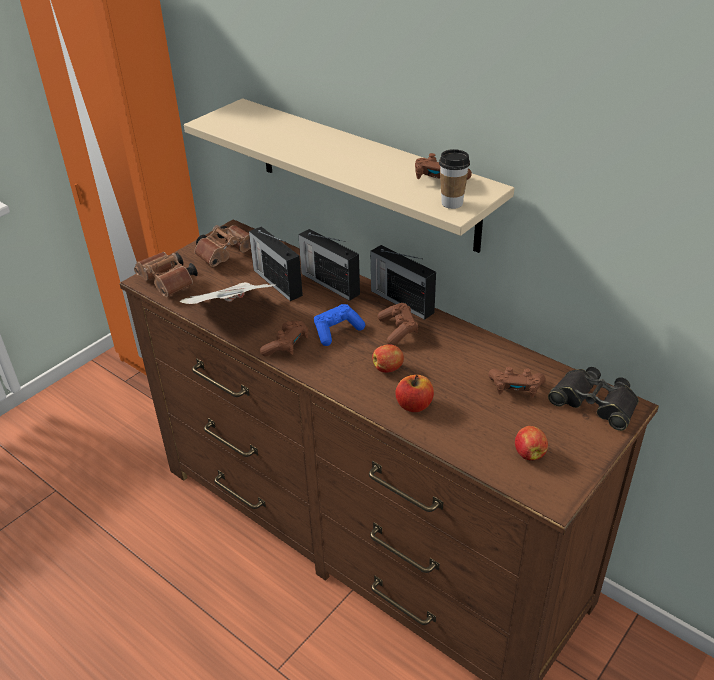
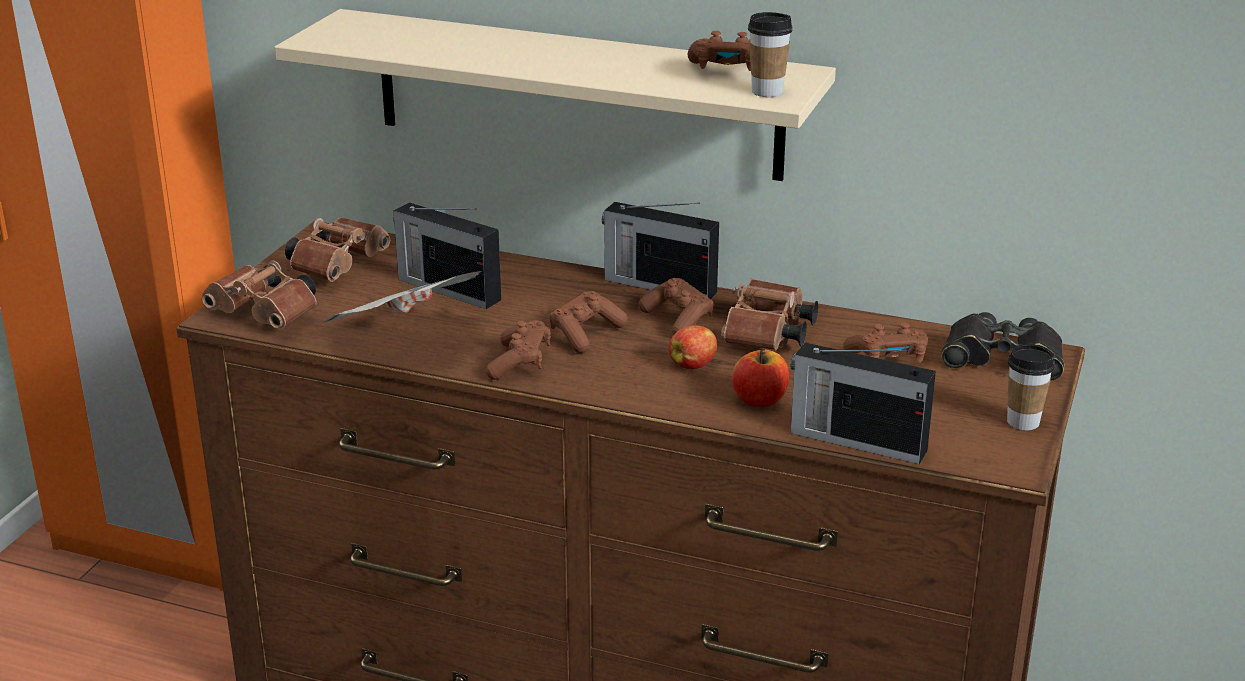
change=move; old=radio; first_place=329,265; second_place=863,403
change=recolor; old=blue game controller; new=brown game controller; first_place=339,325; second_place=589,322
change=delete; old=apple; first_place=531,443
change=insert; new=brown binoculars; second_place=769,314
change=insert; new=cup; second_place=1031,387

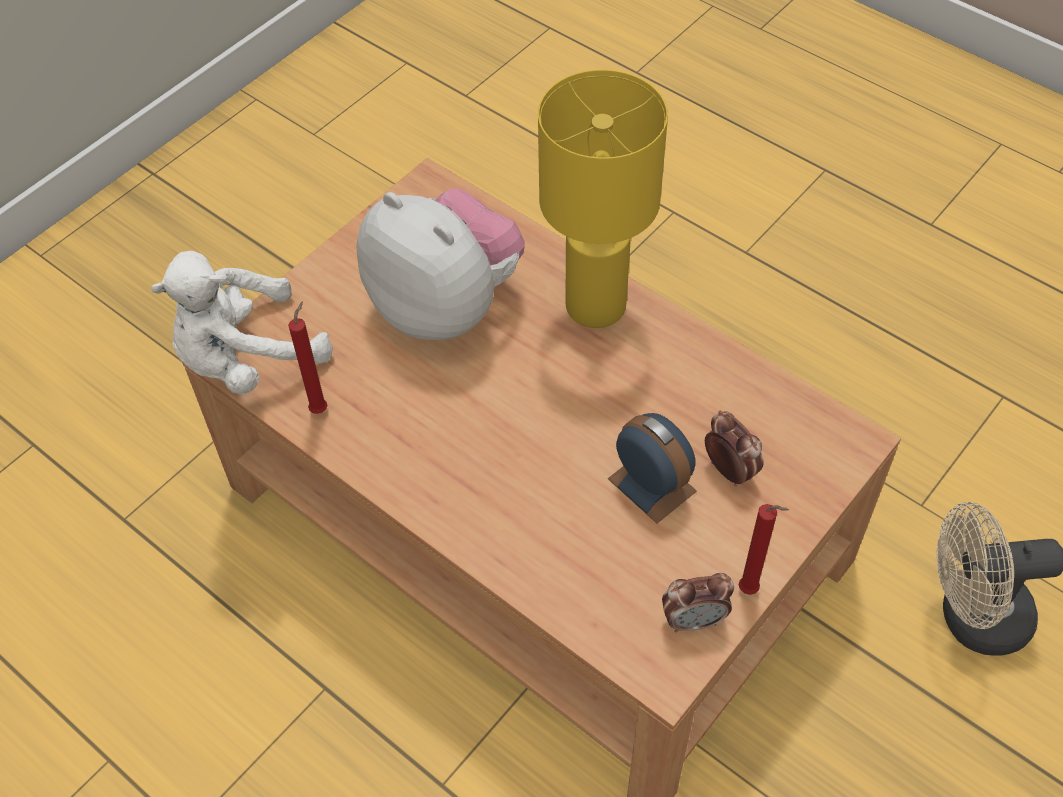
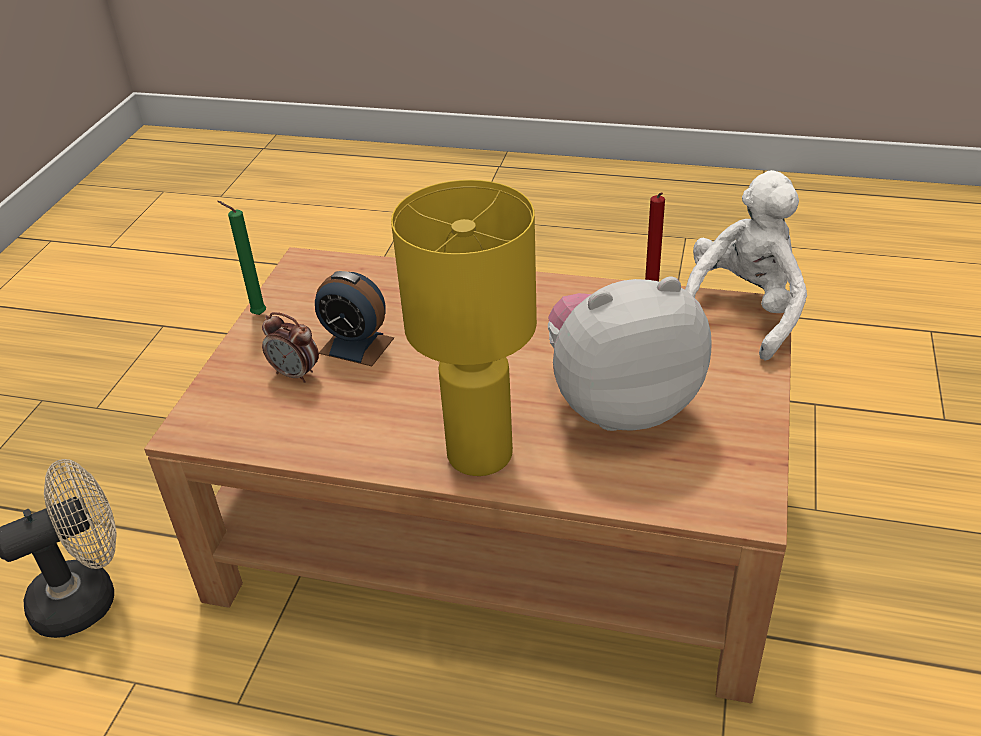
change=rotate; old=plush toy; first_place=440,264; second_place=629,353; degrees=150
change=recolor; old=red candle; new=green candle; first_place=764,549; second_place=242,258
change=delete; old=alarm clock; first_place=698,602

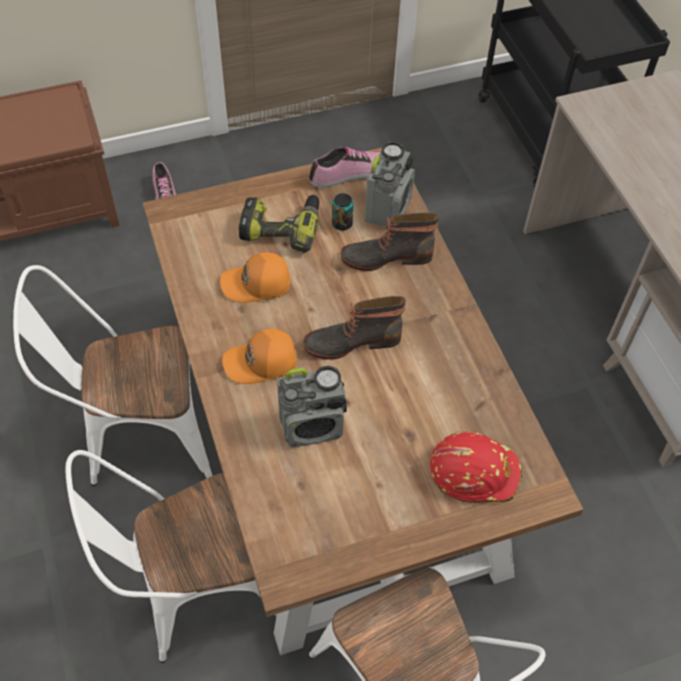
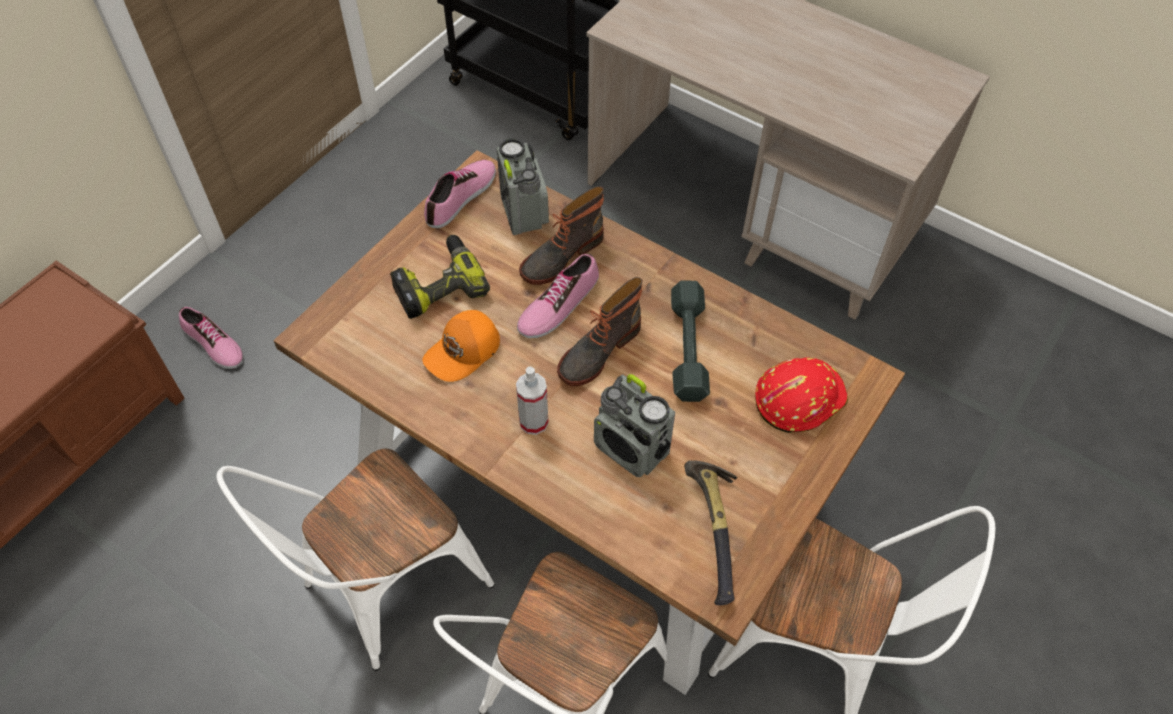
change=delete; old=can; first_place=343,211
change=replace; old=orange cap; new=spray bottle; first_place=259,356; second_place=532,400
change=rotate; old=radio; first_place=312,406; second_place=634,425; degrees=90
change=insert; new=shoe; second_place=558,295
change=insert; new=grey dumbbell; second_place=690,341
change=insert; new=hammer; second_place=711,532

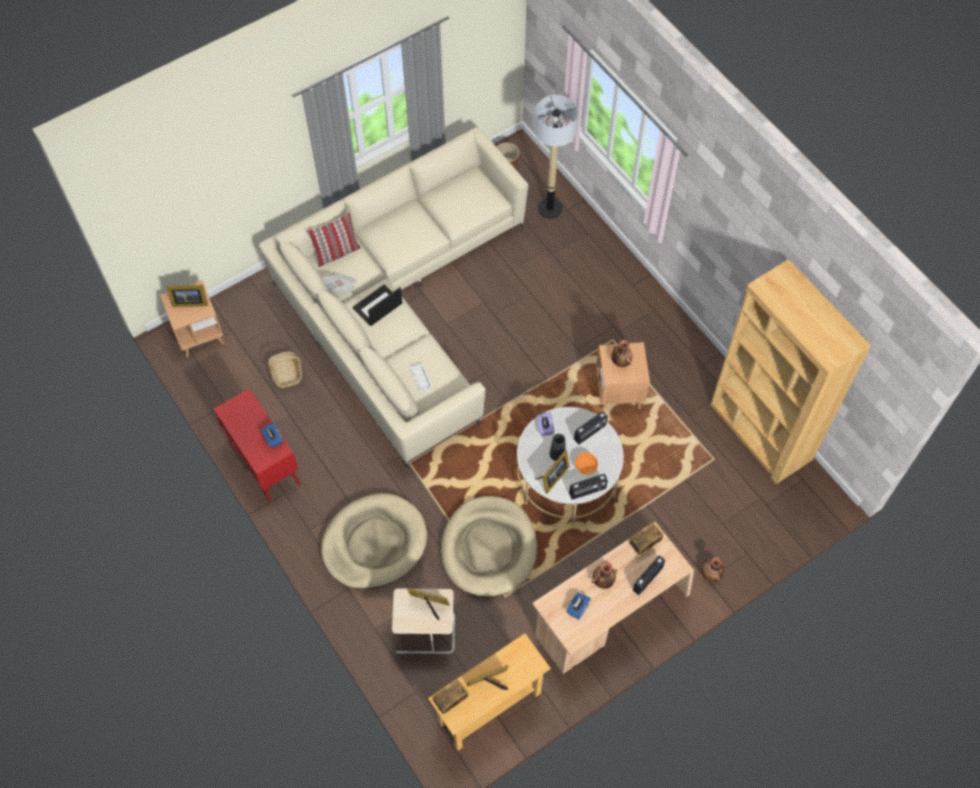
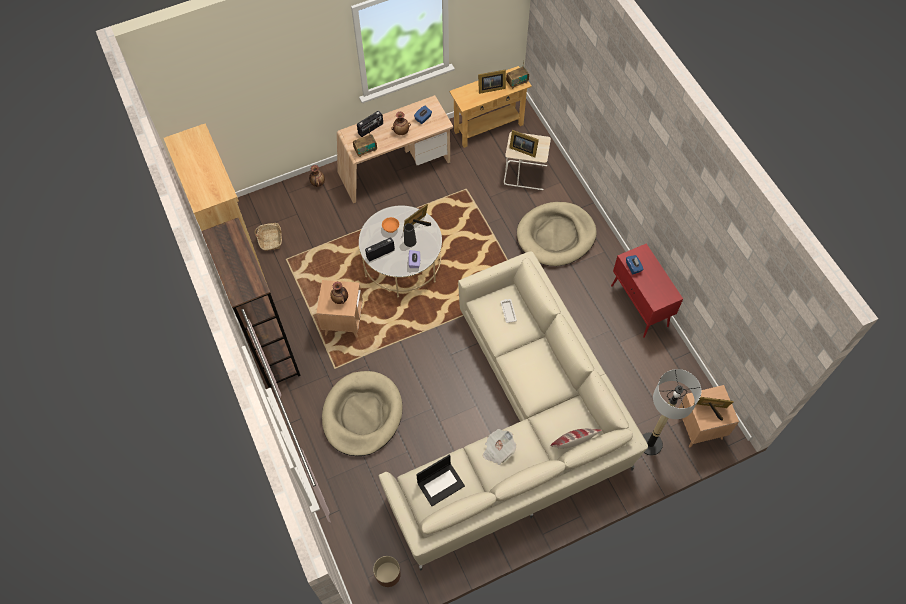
change=move; old=floor lamp; first_place=556,157; second_place=672,412
change=move; old=newspaper; first_place=339,282; second_place=499,447
change=move; old=laptop; first_place=377,305; second_place=440,480
change=move; old=basket; first_place=285,369; second_place=268,237
change=delete; old=radio; first_place=588,487
change=move; old=beige dog bed; first_place=489,546; second_place=362,413
change=insert; new=brown bookcase; second_place=251,303

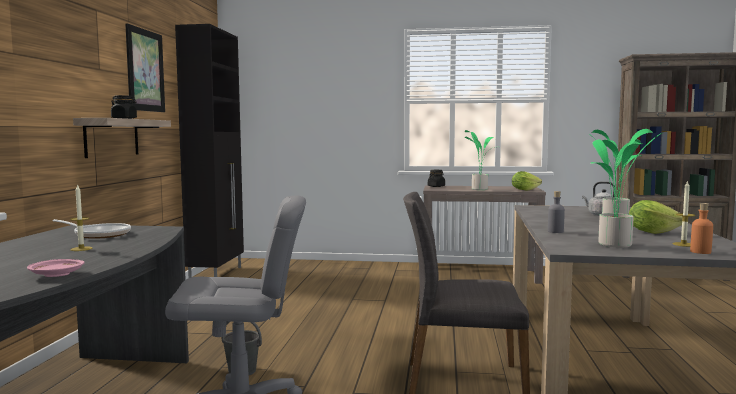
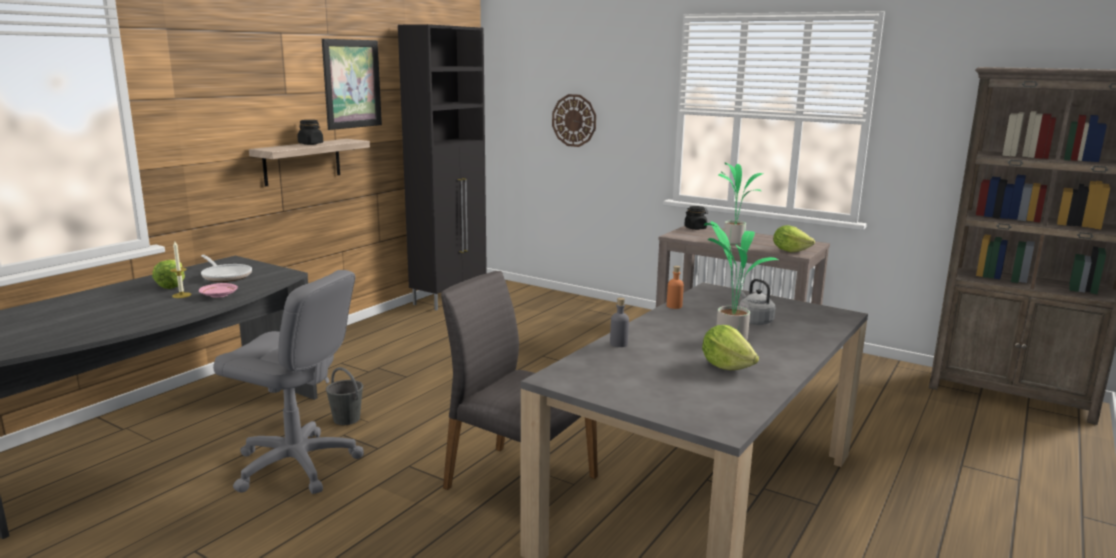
change=delete; old=potted plant; first_place=627,188
change=delete; old=candle; first_place=683,213
change=move; old=orange bottle; first_place=701,228; second_place=675,287
change=move; old=pink plate; first_place=55,268; second_place=218,290
change=insert; new=wall clock; second_place=574,120
change=insert; new=lettuce; second_place=168,274

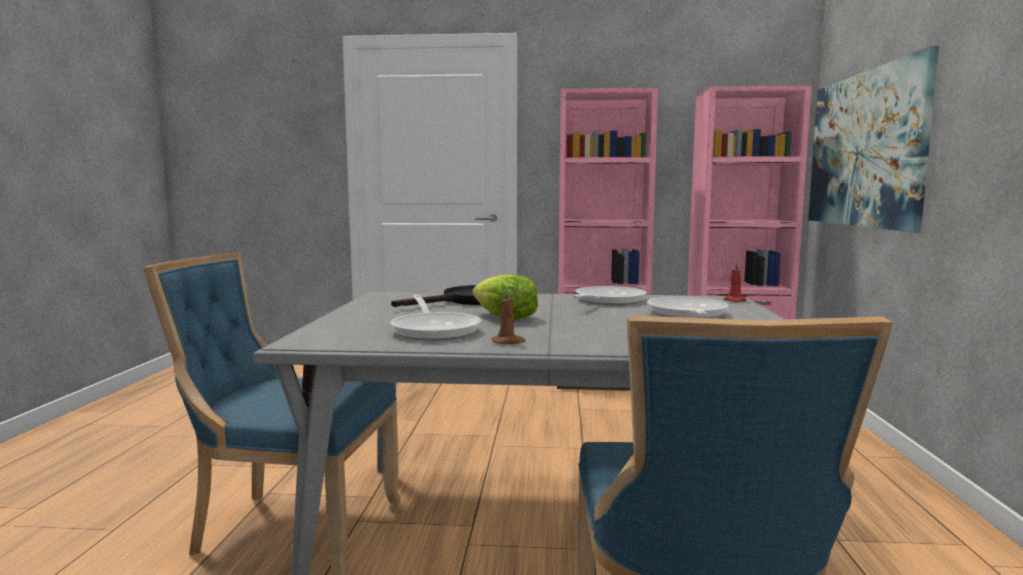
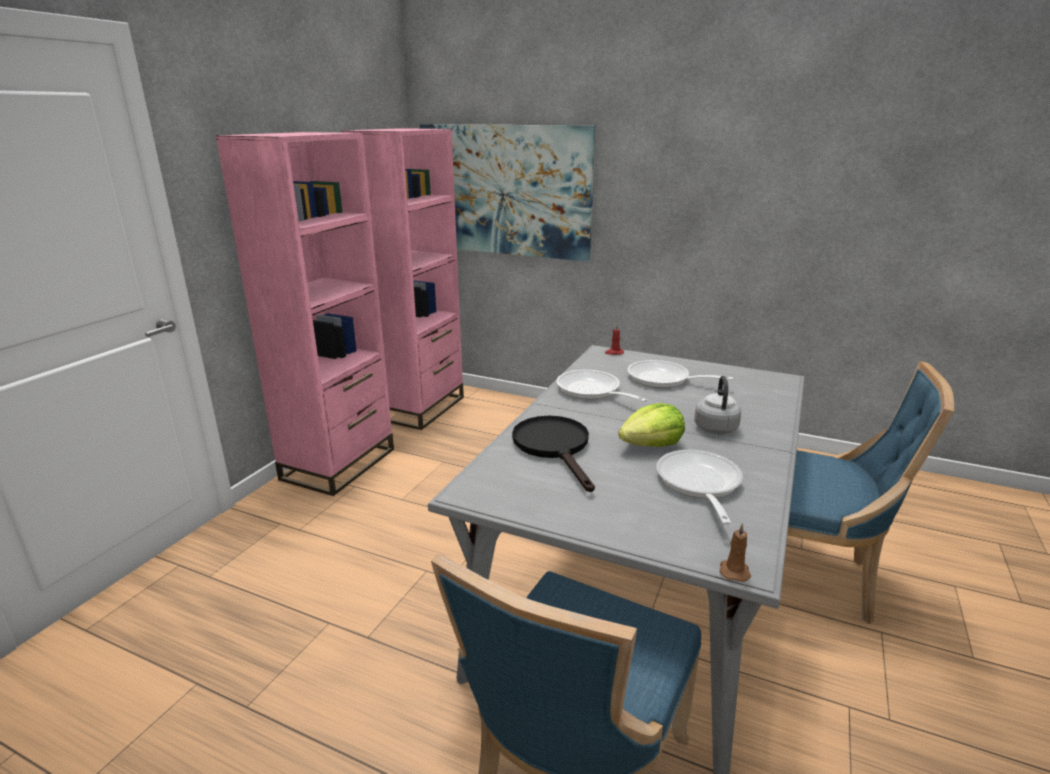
change=move; old=brown candle; first_place=508,316; second_place=735,552
change=rotate; old=frying pan; first_place=435,317; second_place=699,487; degrees=-90
change=insert; new=grey kettle; second_place=717,405

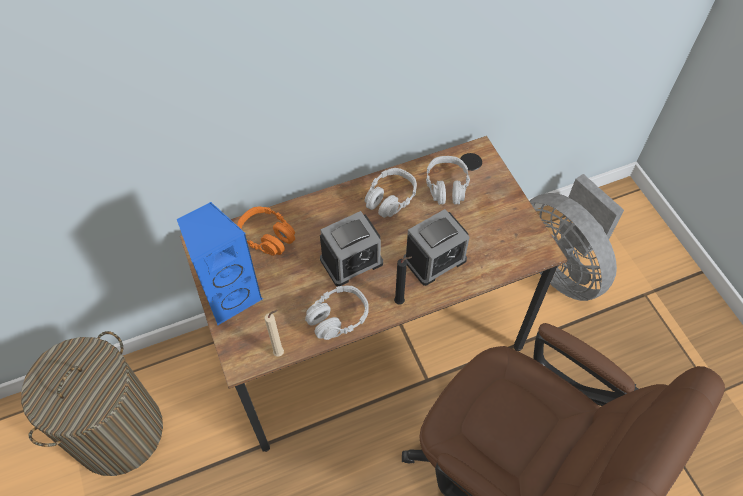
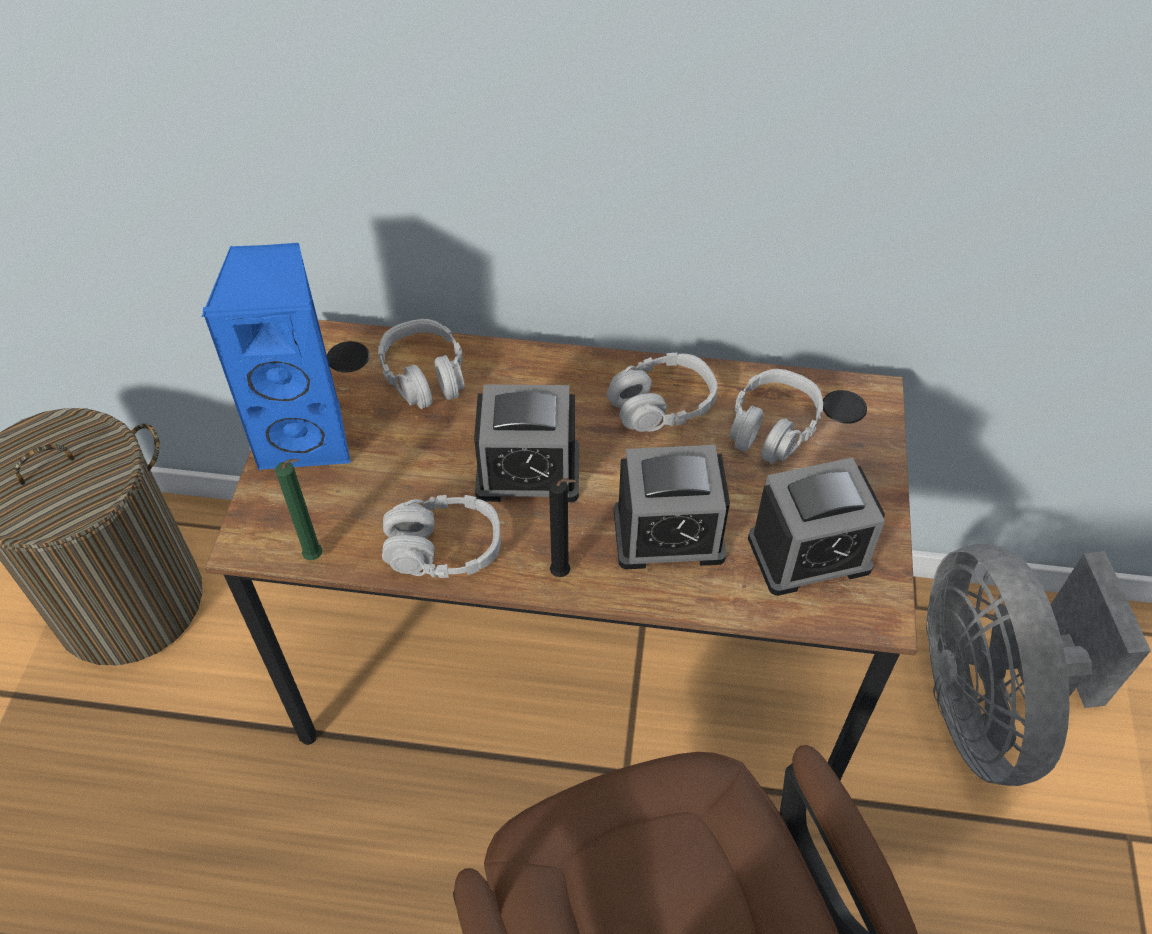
change=recolor; old=orange headphones; new=grey headphones; first_place=266,231; second_place=421,364
change=recolor; old=beige candle; new=green candle; first_place=274,333; second_place=299,509
change=insert; new=alarm clock; second_place=816,526

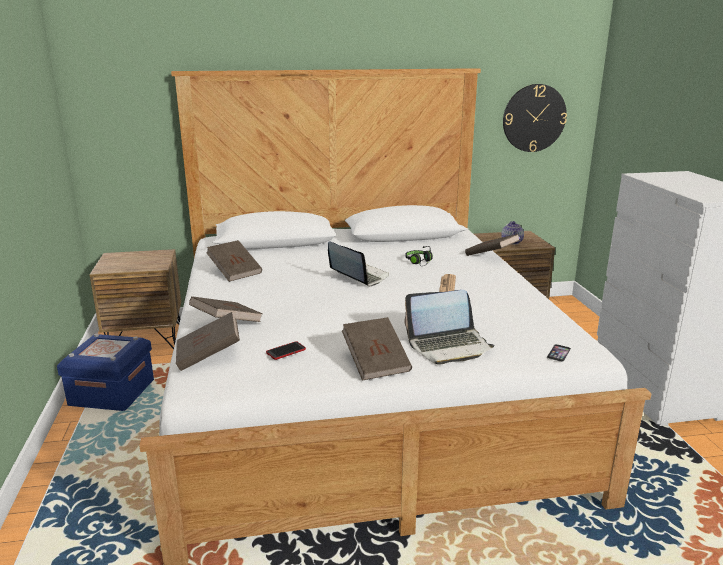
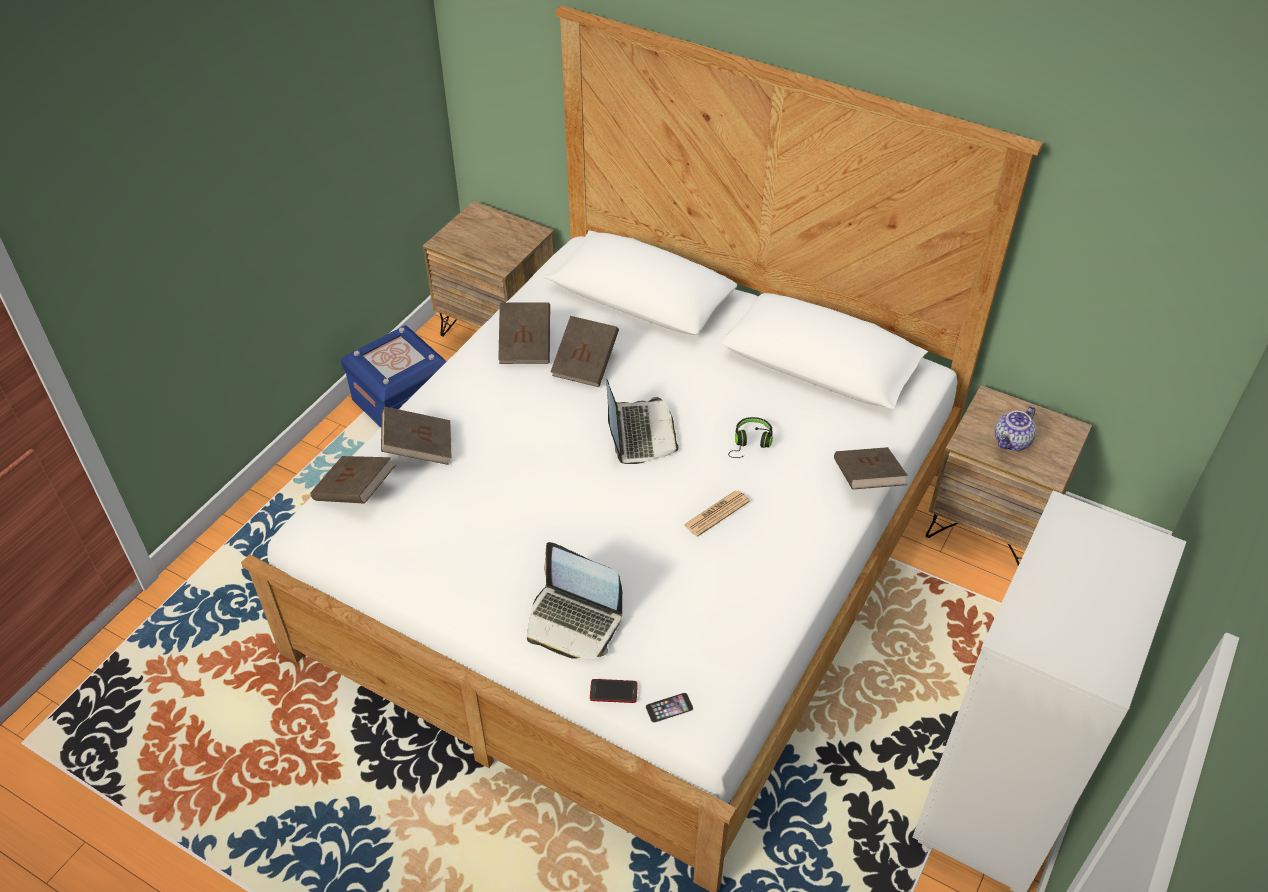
change=delete; old=wall clock; first_place=535,118
change=move; old=brown book; first_place=377,349; second_place=585,351
change=move; old=phone; first_place=286,350; second_place=614,691

